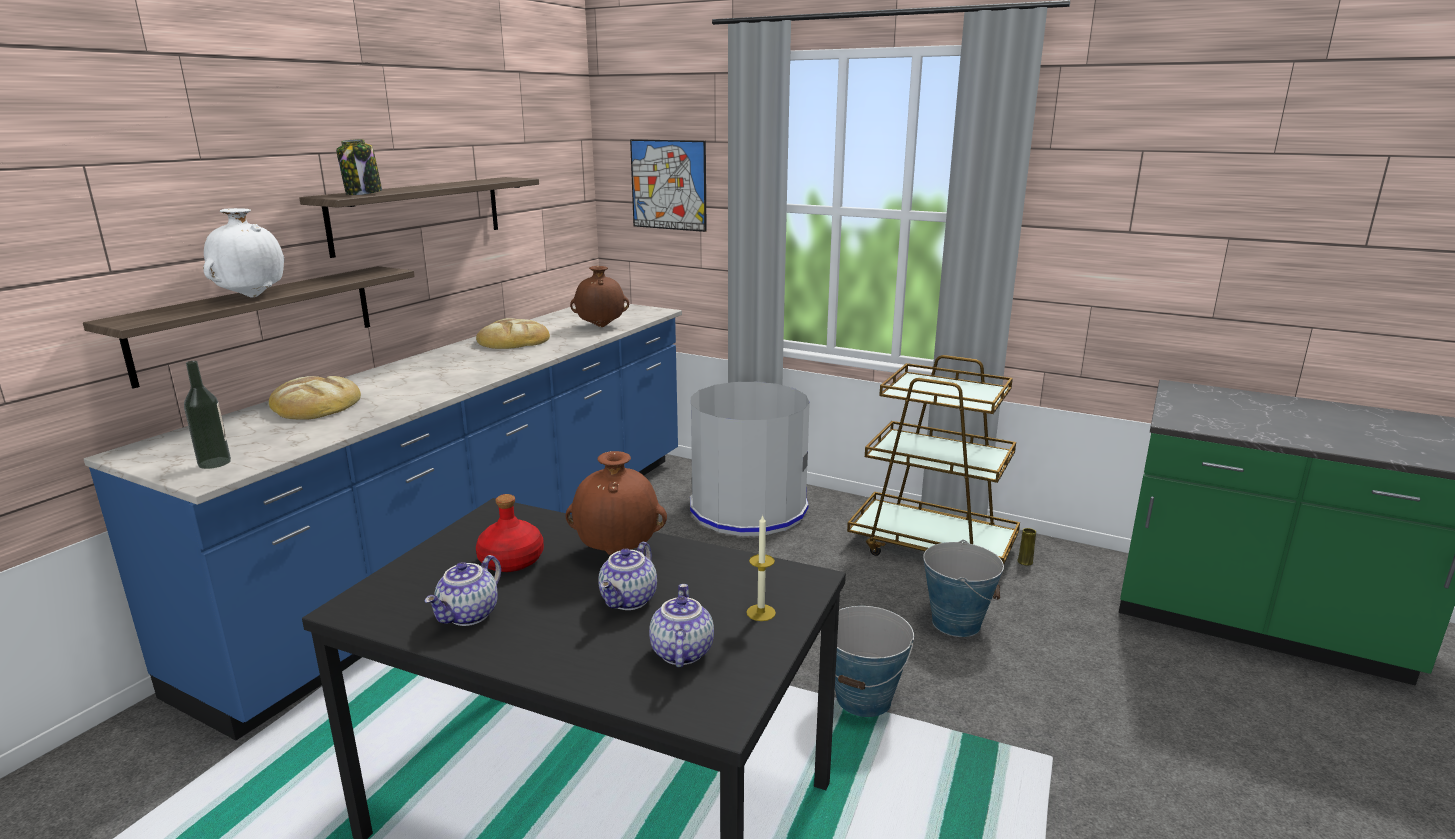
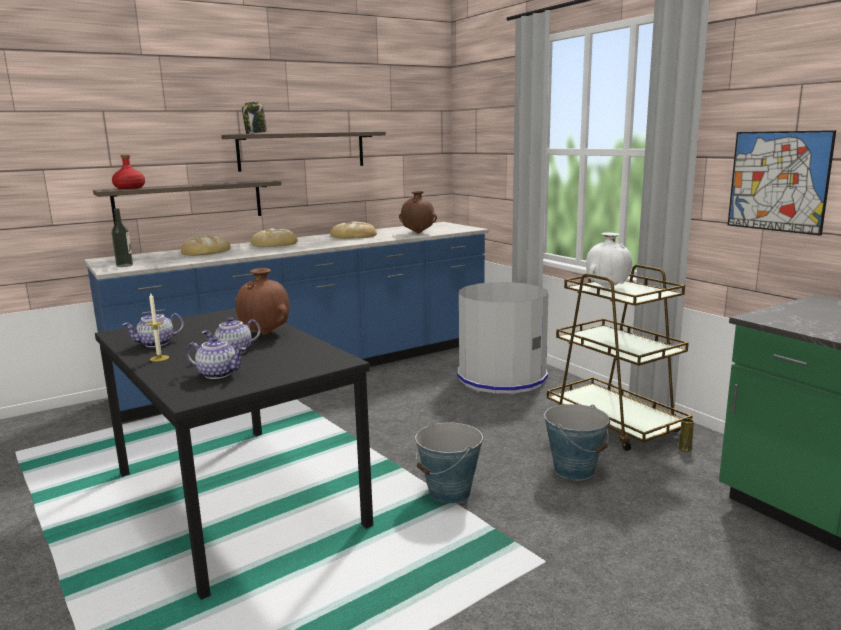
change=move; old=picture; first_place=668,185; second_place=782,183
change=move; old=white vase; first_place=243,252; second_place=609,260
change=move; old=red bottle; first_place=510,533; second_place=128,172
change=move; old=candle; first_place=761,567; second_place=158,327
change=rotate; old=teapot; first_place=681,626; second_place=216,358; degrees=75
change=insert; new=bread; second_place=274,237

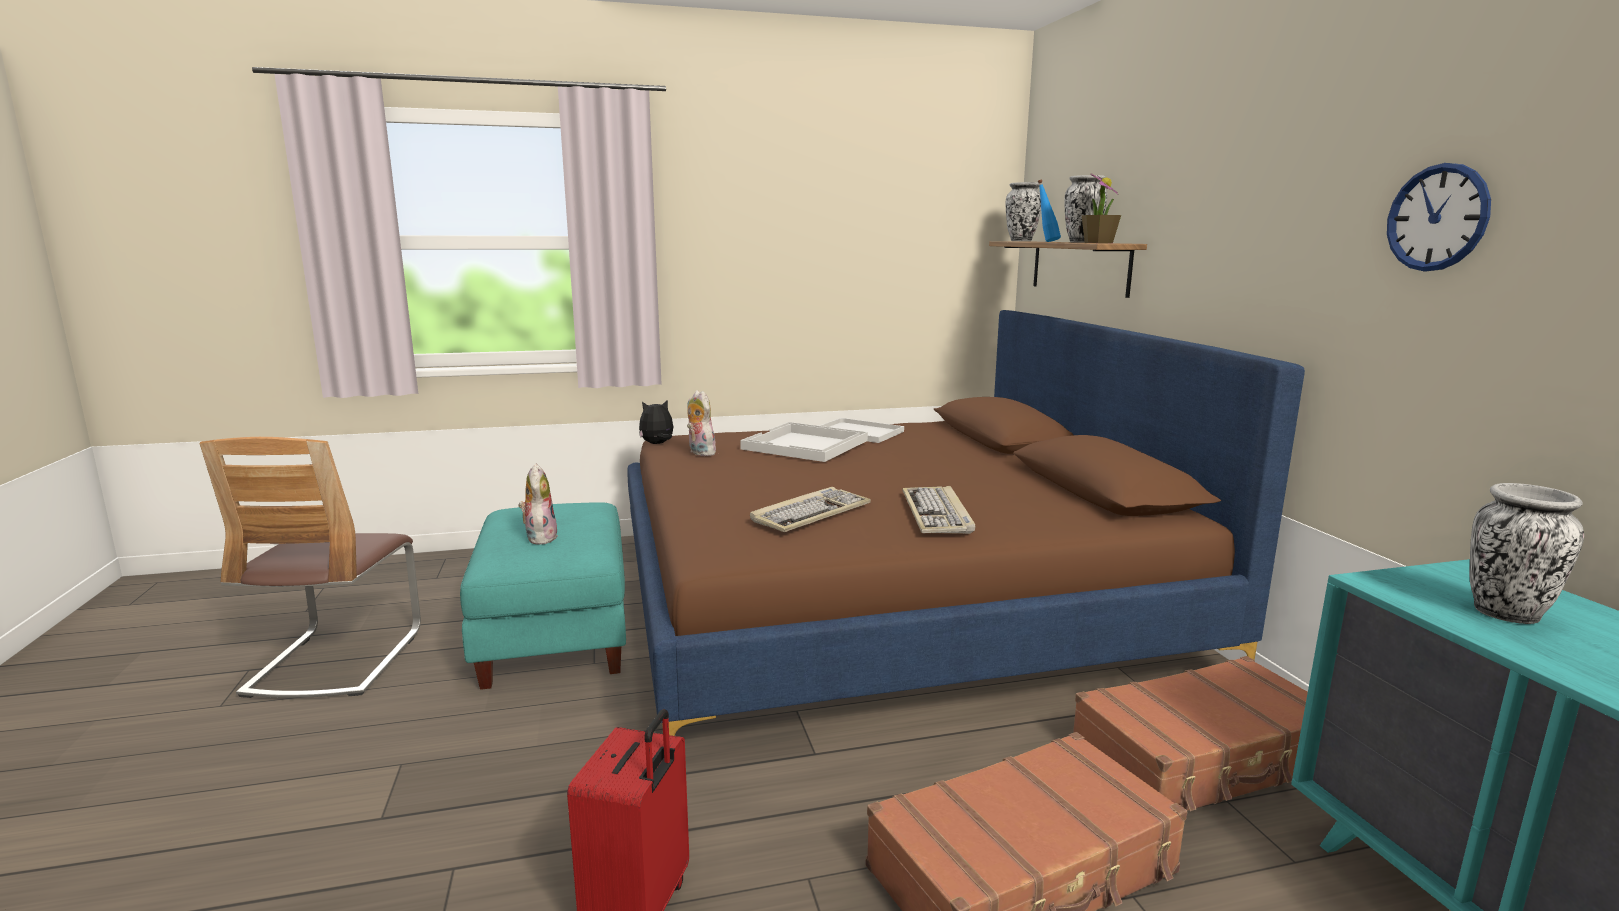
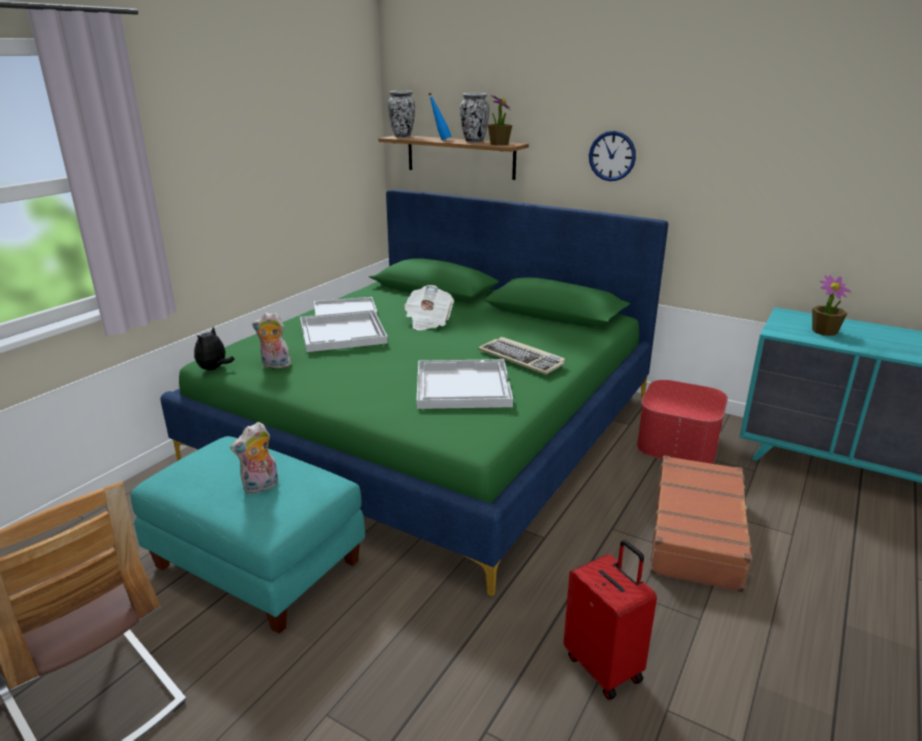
change=move; old=wall clock; first_place=1439,217; second_place=612,156
change=recolor; old=brown bed; new=green bed; first_place=966,523; second_place=414,393
change=rotate; old=plush toy; first_place=538,504; second_place=254,458; degrees=-75
change=replace; old=vase; new=potted plant; first_place=1527,553; second_place=831,305
change=replace; old=keyboard; new=white tray; first_place=810,509; second_place=465,384
change=replace; old=brown suitcase; new=ottoman; first_place=1190,733; second_place=682,422
change=insert; new=newspaper; second_place=429,307

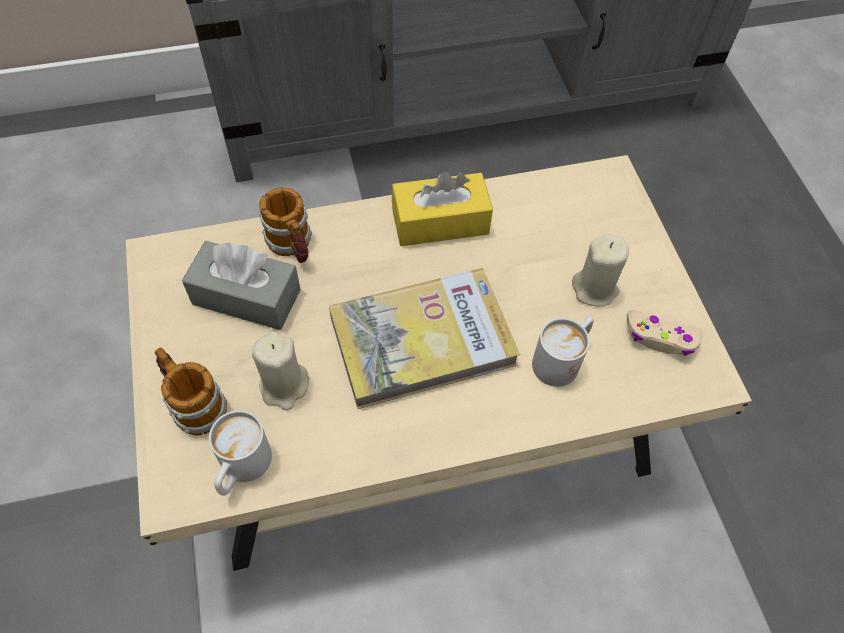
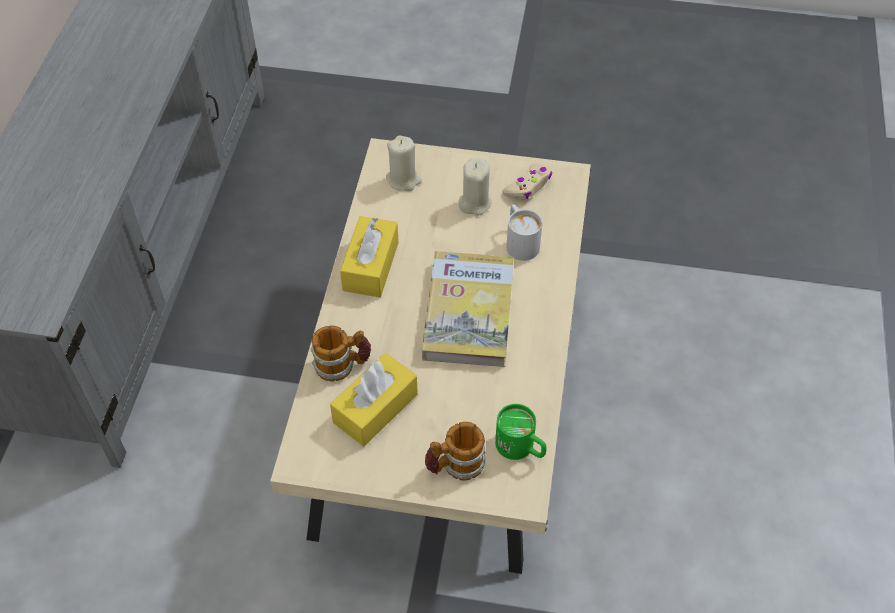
change=recolor; old=grey tissue box; new=yellow tissue box; first_place=241,285; second_place=374,399
change=move; old=beige candle; first_place=280,370; second_place=404,163
change=recolor; old=white mug; new=green mug; first_place=240,453; second_place=520,432

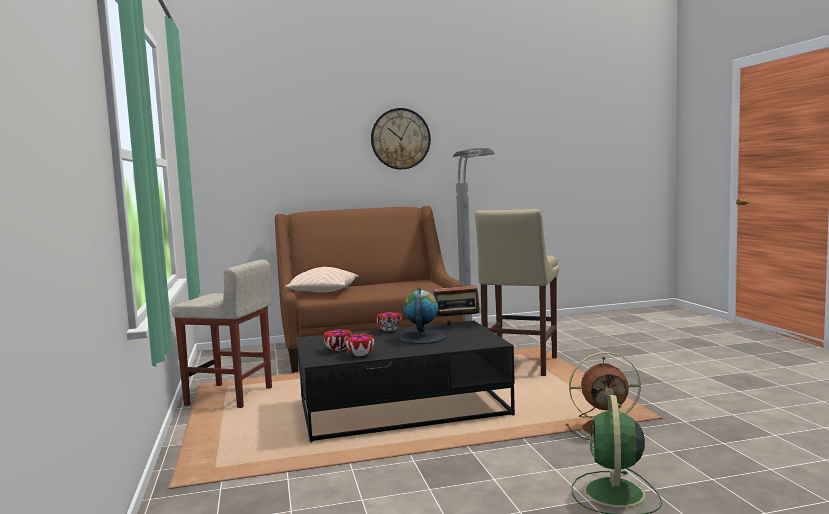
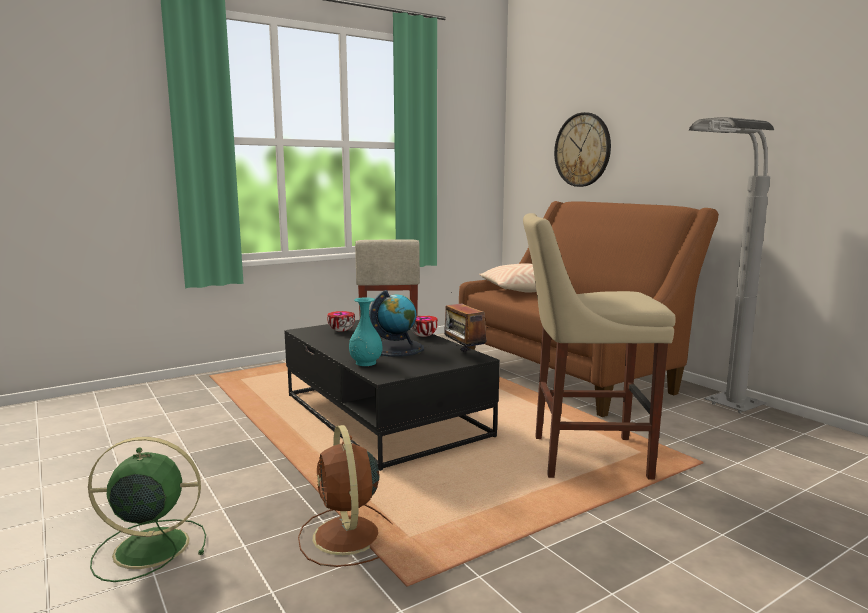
change=move; old=wall clock; first_place=401,139; second_place=582,149
change=delete; old=bowl; first_place=359,345
change=insert; new=turquoise vase; second_place=365,331

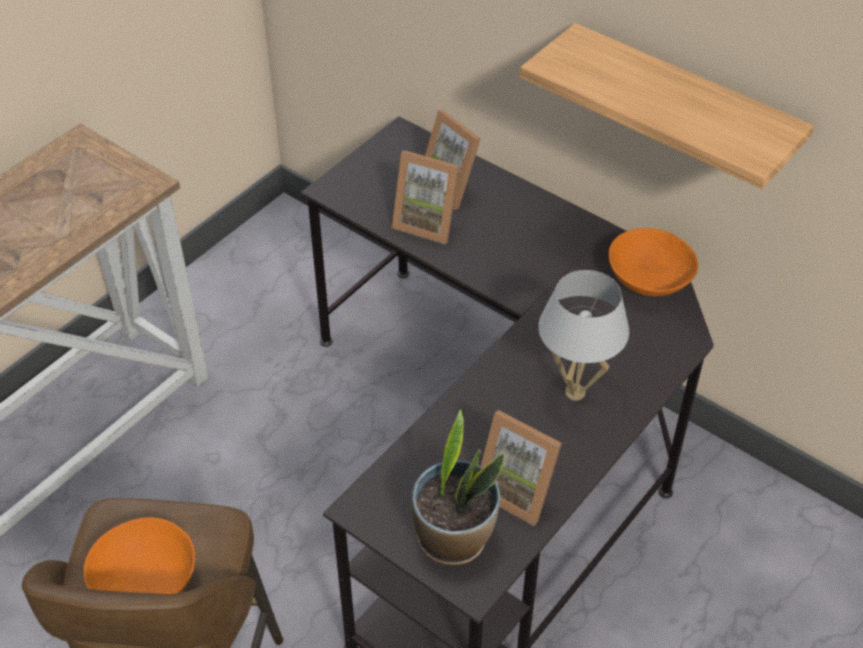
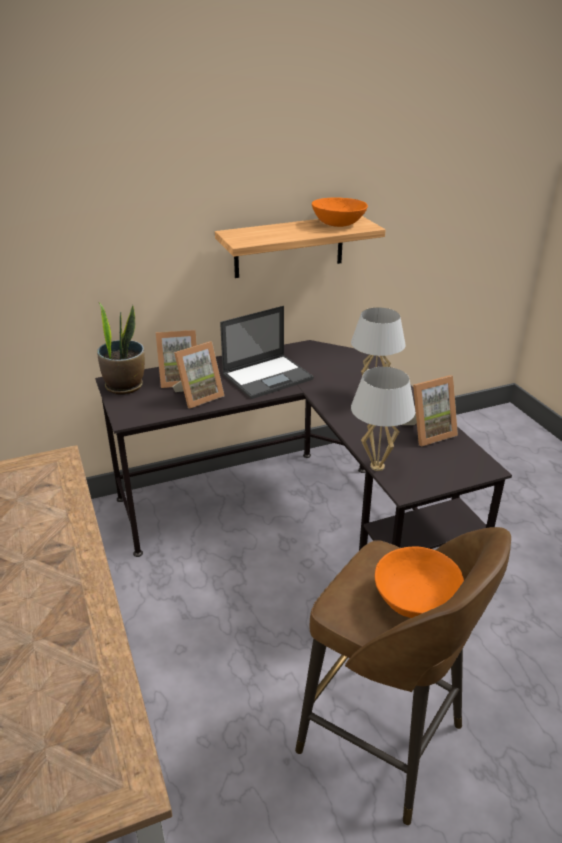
change=move; old=orange bowl; first_place=653,262; second_place=340,212
change=move; old=potted plant; first_place=458,487; second_place=121,349
change=insert; new=laptop; second_place=267,352
change=insert; new=white table lamp; second_place=383,419

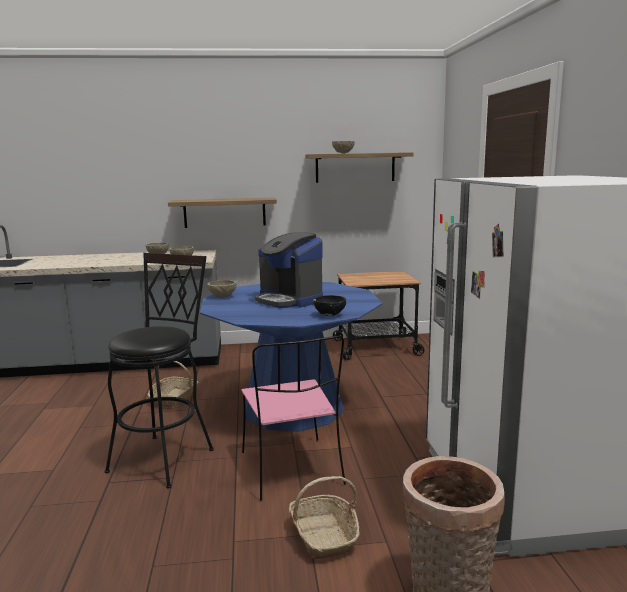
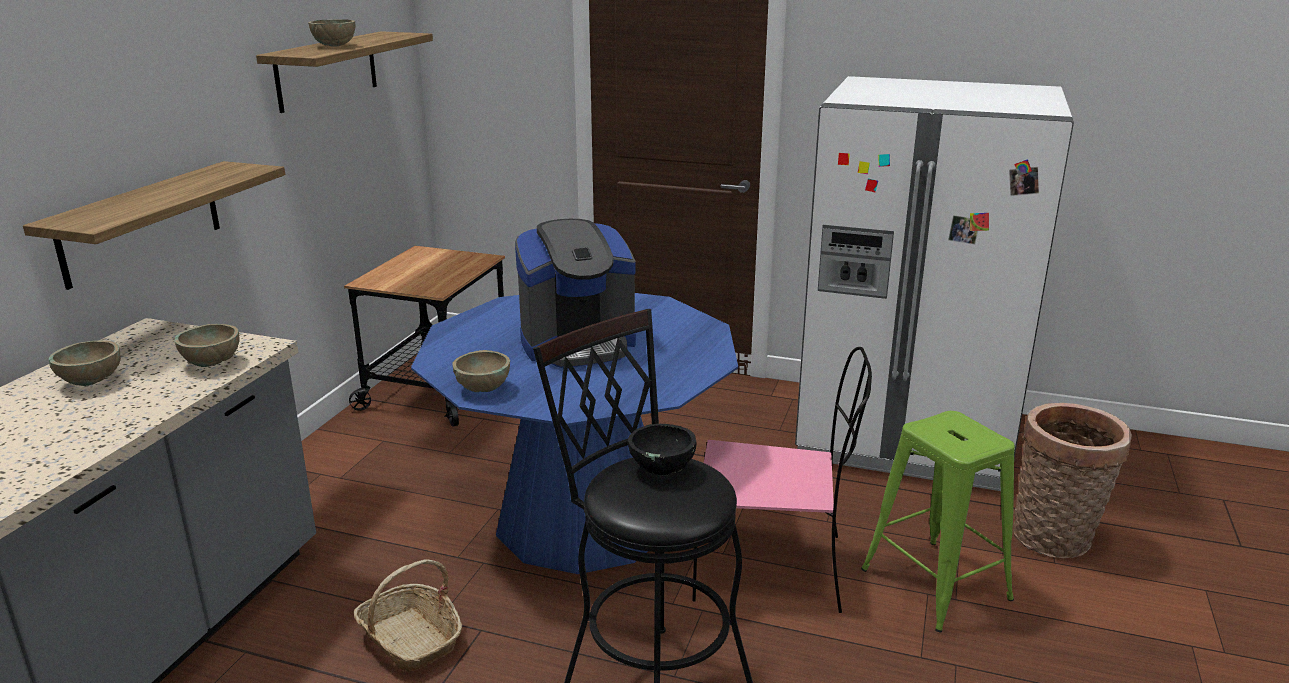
change=move; old=black bowl; first_place=329,305; second_place=662,450
change=replace; old=basket; new=green stool; first_place=324,517; second_place=938,522

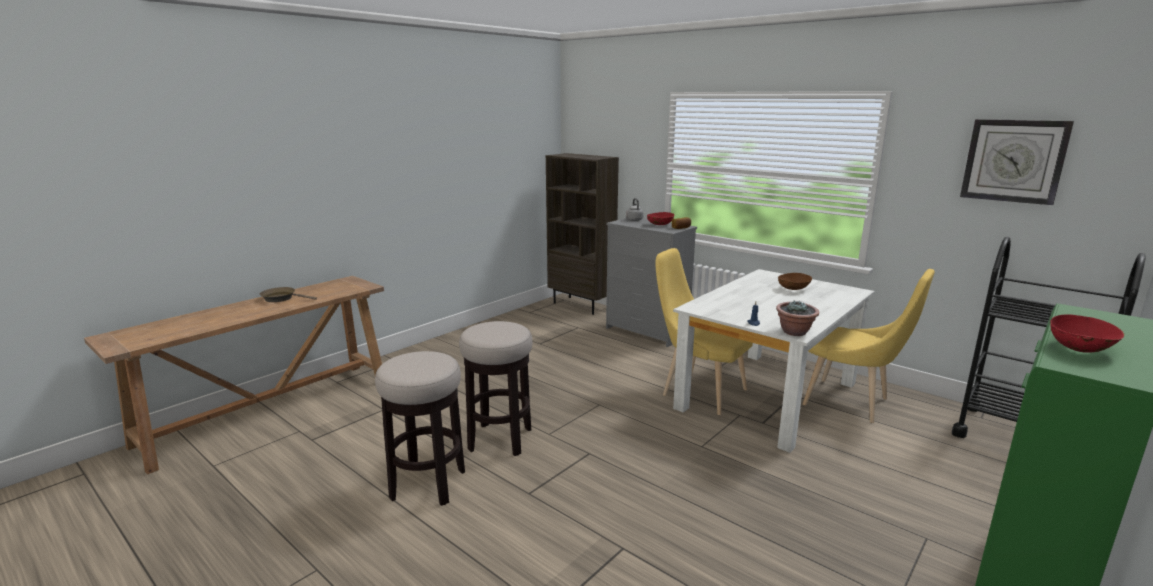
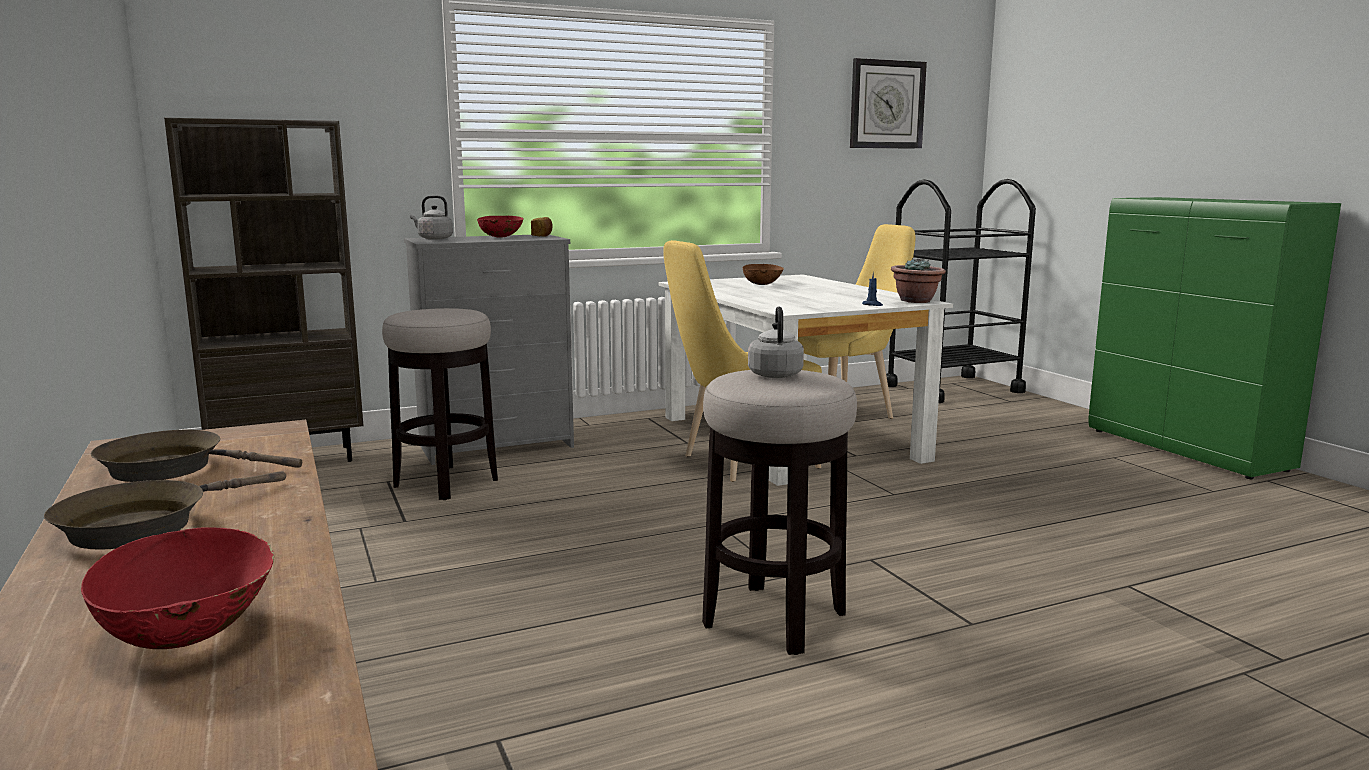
change=move; old=red bowl; first_place=1087,333; second_place=177,588
change=move; old=stool; first_place=420,428; second_place=440,404
change=insert; new=grey kettle; second_place=776,342
change=insert; new=brown frying pan; second_place=196,456

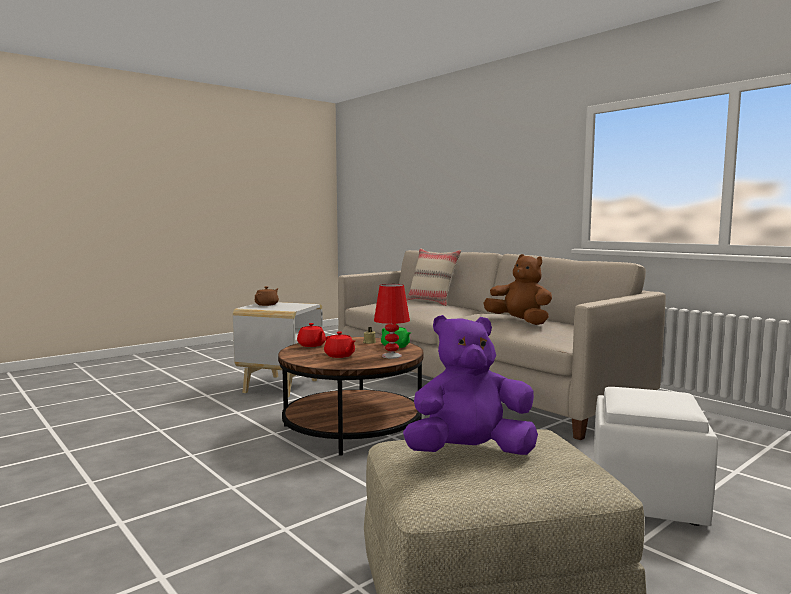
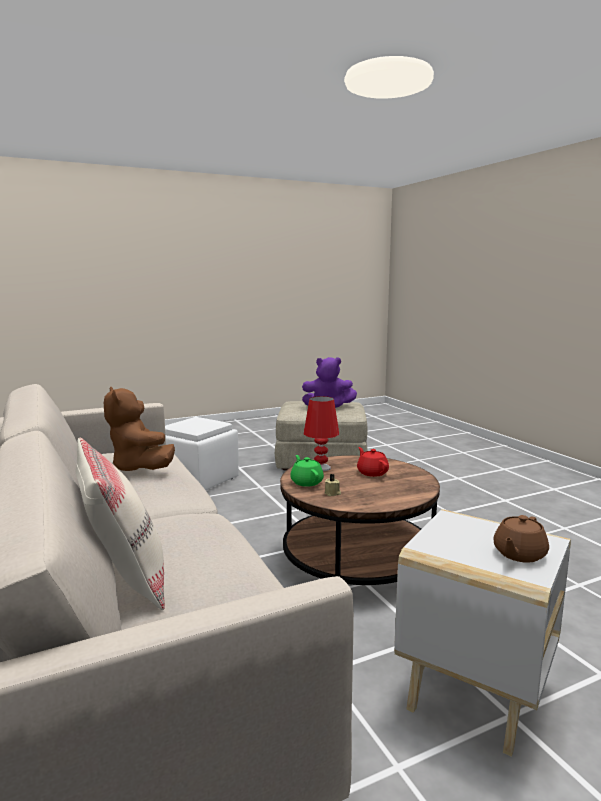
change=delete; old=red teapot; first_place=311,335

